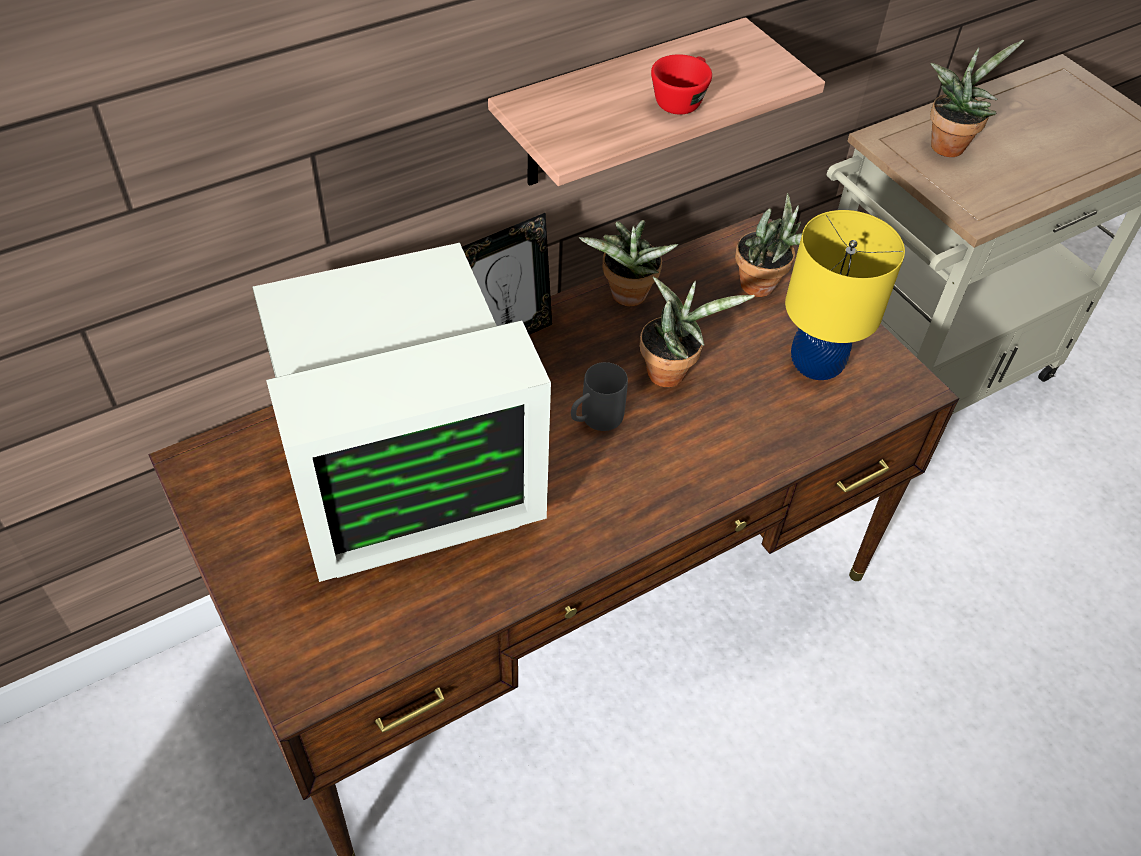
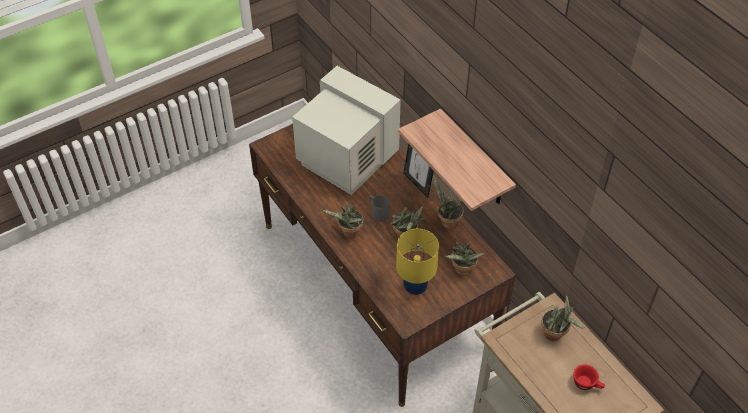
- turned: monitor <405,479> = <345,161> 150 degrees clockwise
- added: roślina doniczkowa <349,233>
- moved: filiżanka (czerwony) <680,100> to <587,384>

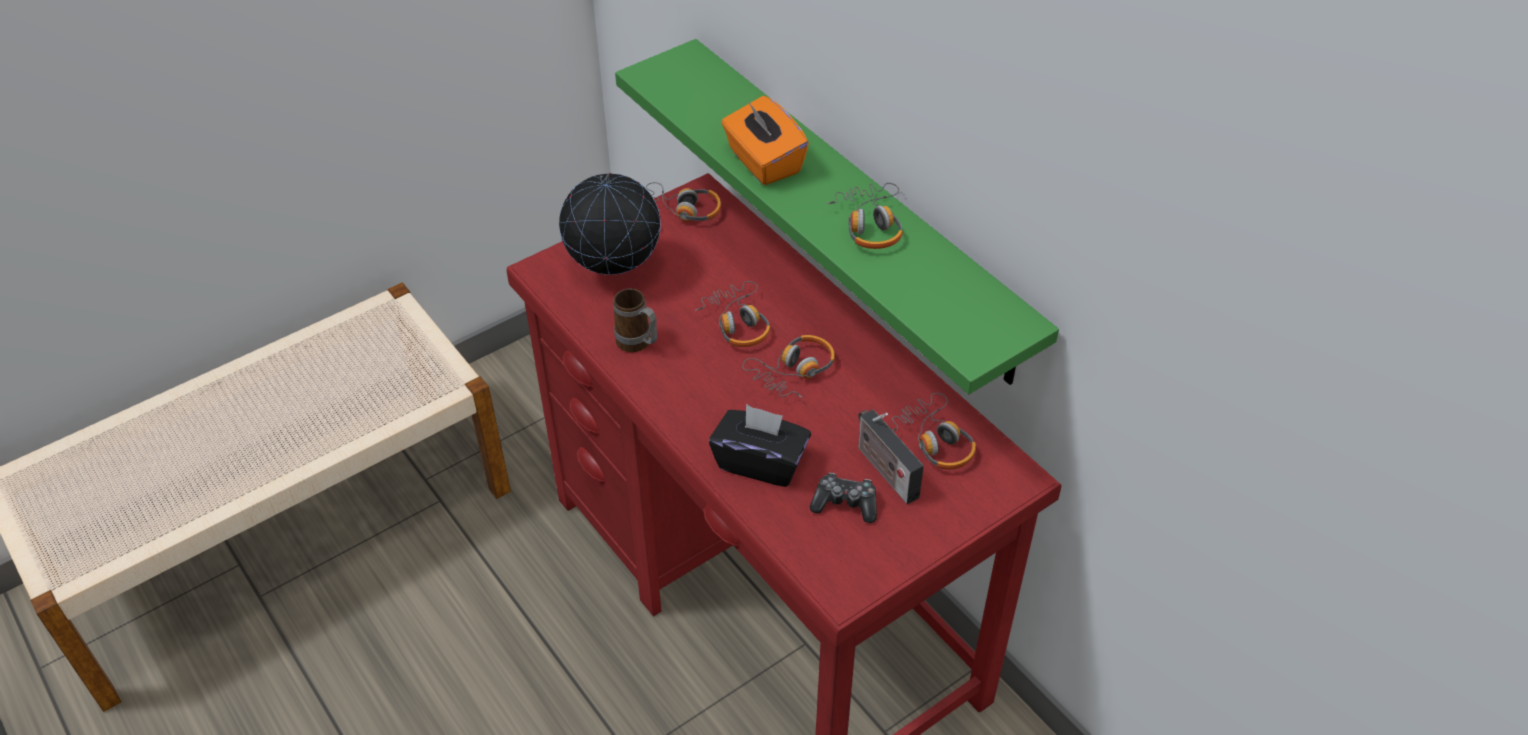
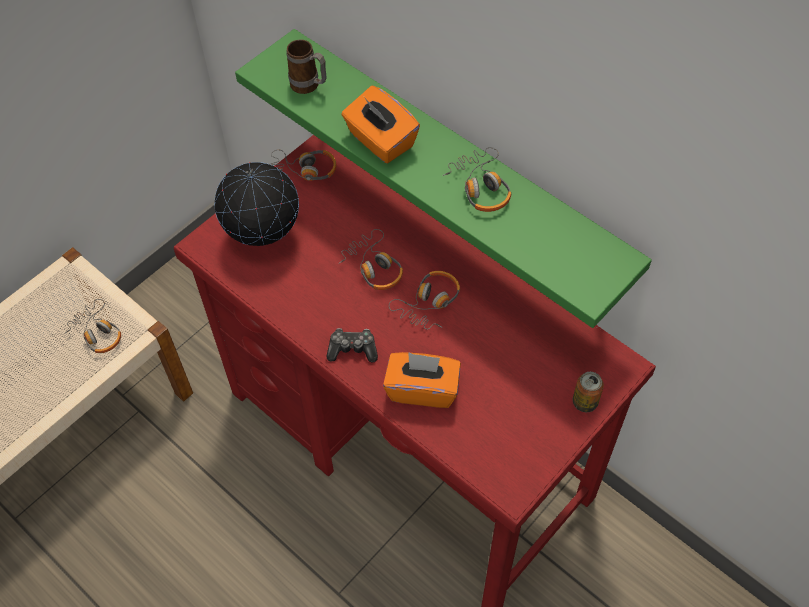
- moved: słuchawki <935,441> to <98,332>
- moved: kubek <638,344> to <309,87>
- moved: pad do gier <845,504> to <352,349>
- recoloured: pudełko chusteczek (czarny) <760,462> to pudełko chusteczek (pomarańczowy) <422,389>
- added: puszka <585,402>
- removed: radio <884,470>

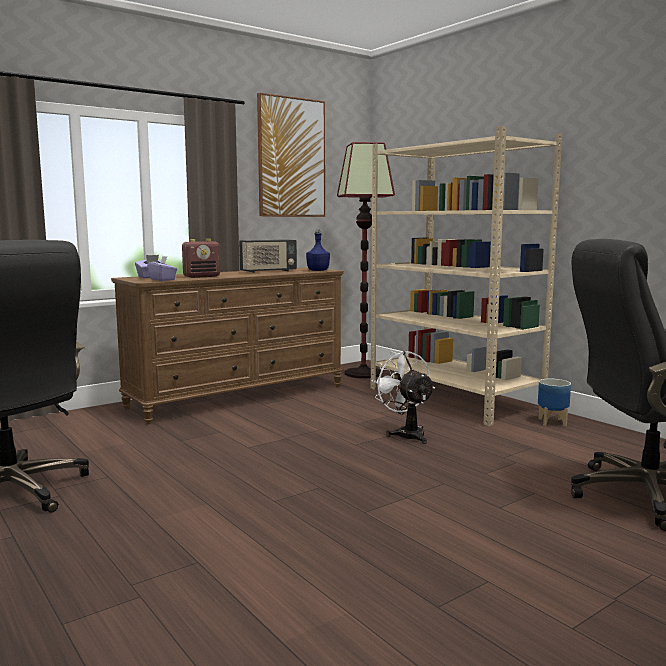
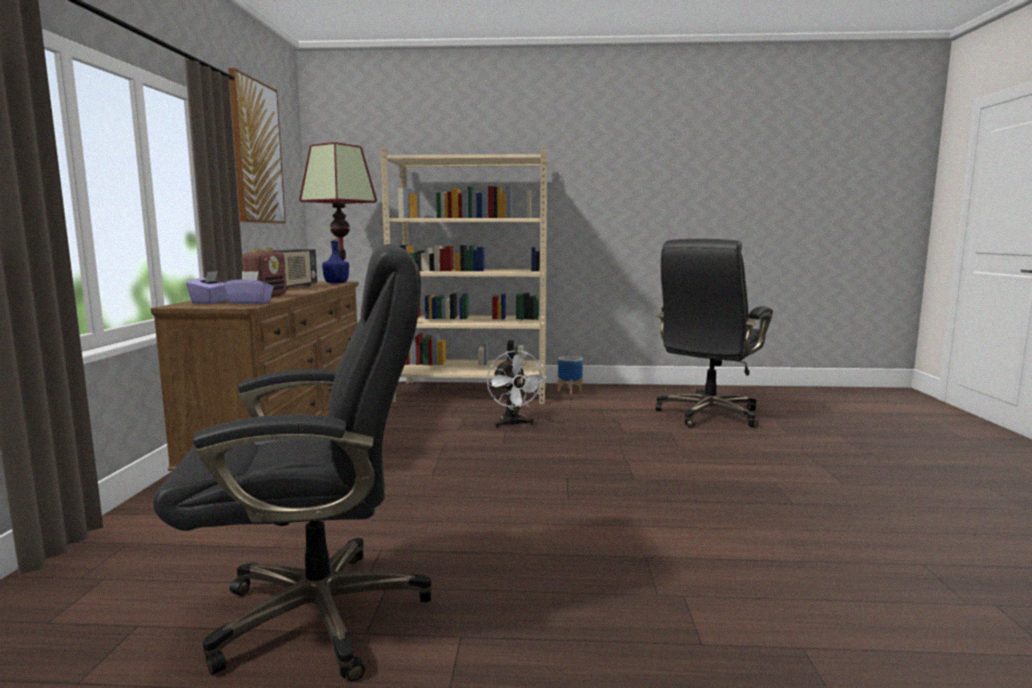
- turned: wentylator (biały) <406,434> = <513,424> 120 degrees counterclockwise

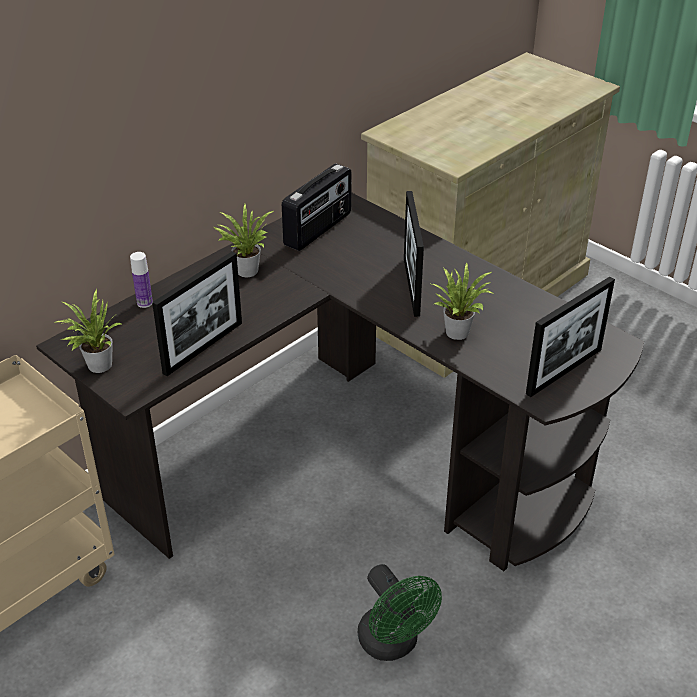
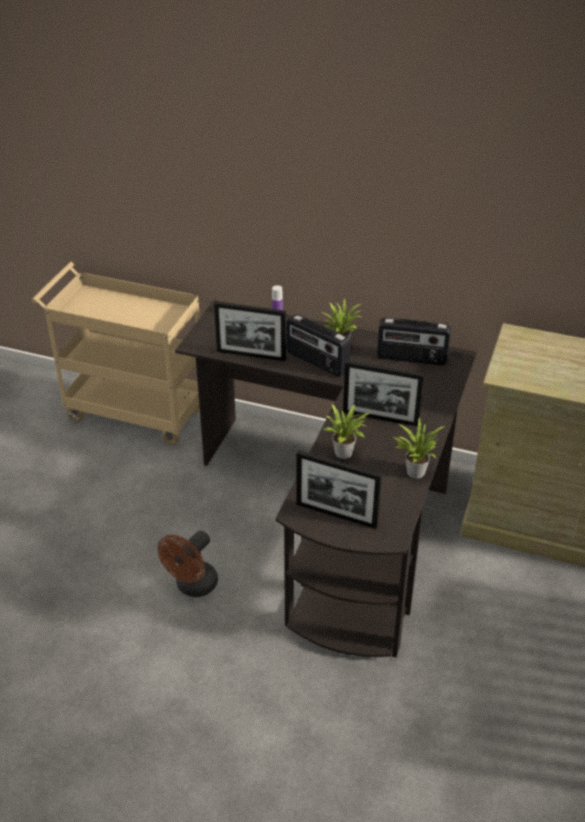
- recoloured: wentylator (zielony) <393,644> to wentylator (brązowy) <192,587>
- added: radio <316,362>
- turned: ramka na zdjęcie <411,286> = <380,418> 135 degrees counterclockwise
- moved: roślina doniczkowa <96,365> to <414,471>

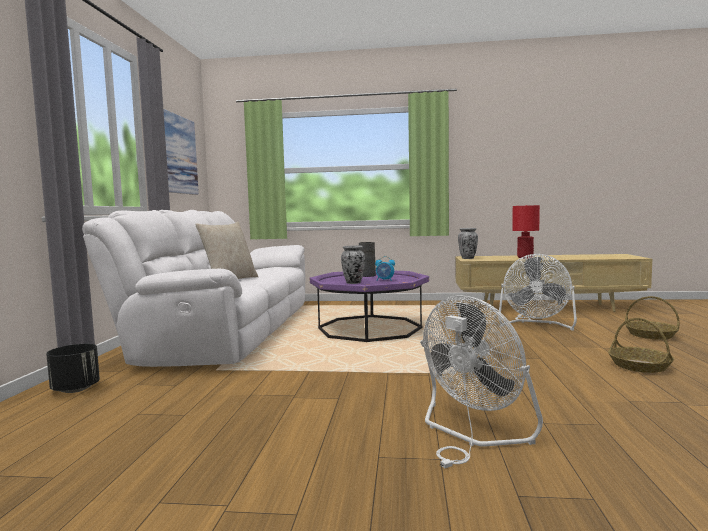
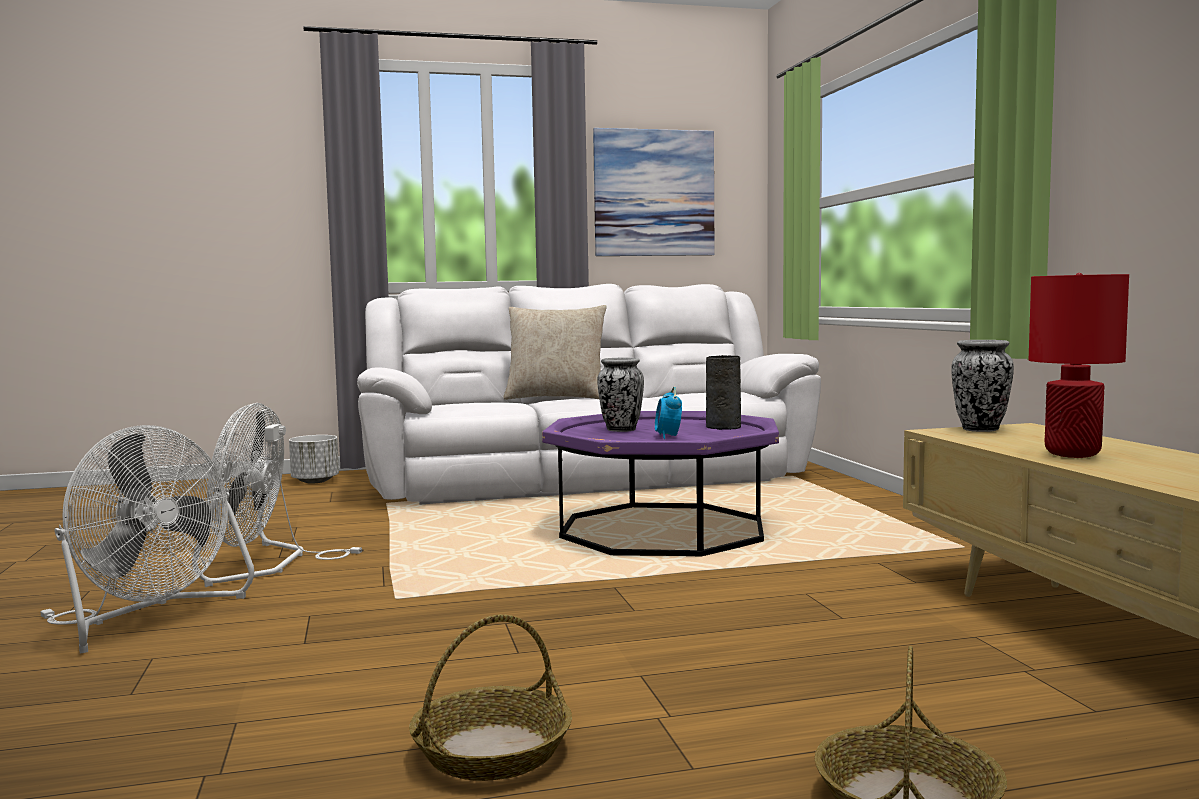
- moved: wentylator (biały) <533,324> to <270,562>
- recoloured: donica (czarny) <75,389> to donica (biały) <315,481>

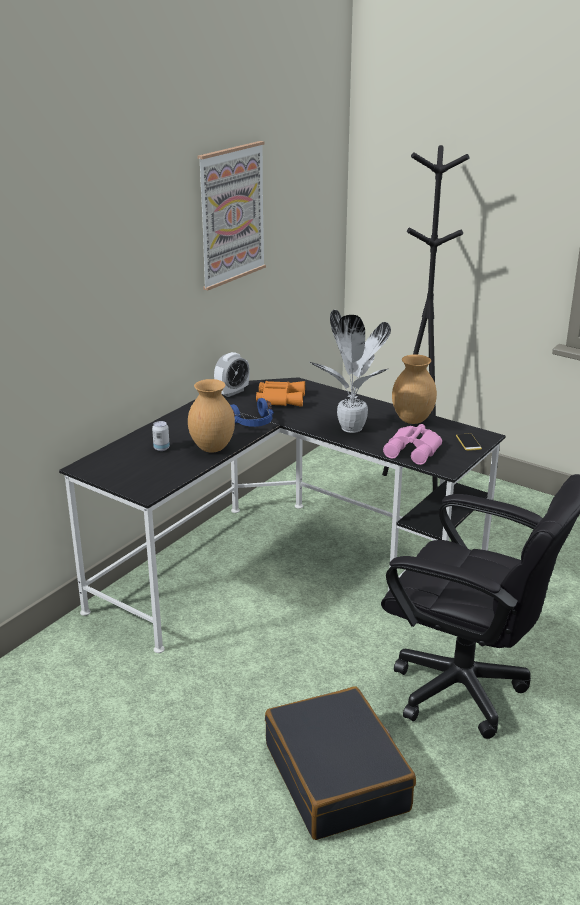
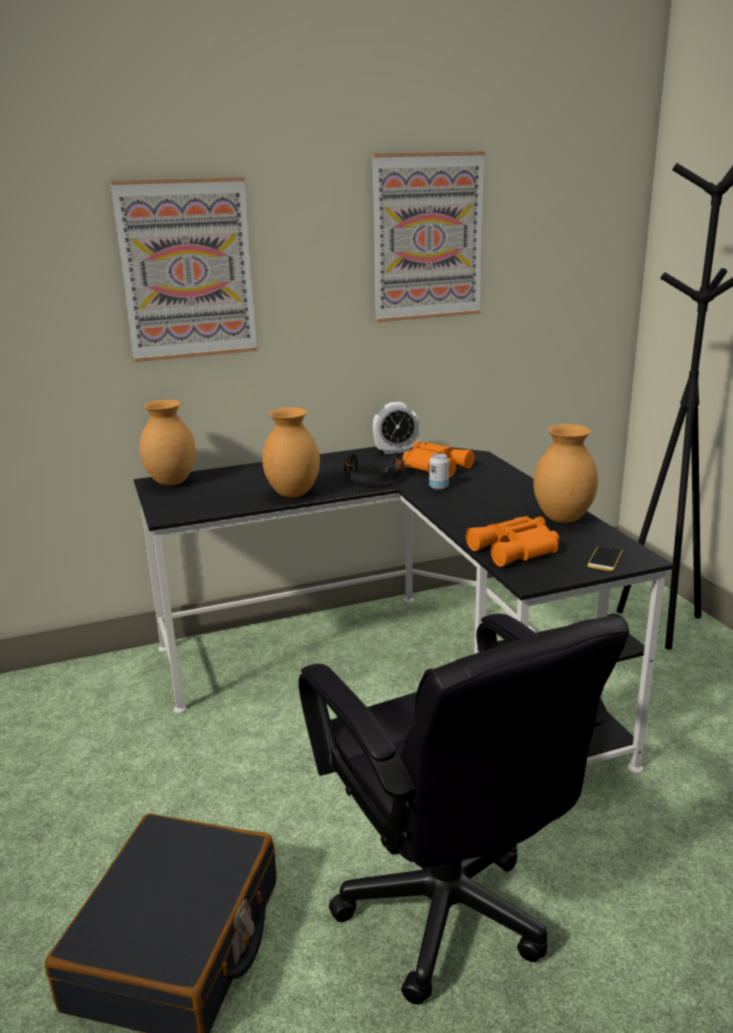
- added: obraz <187,270>
- added: wazon (brązowy) <171,482>
- recoloured: słuchawki (niebieski) <253,423> to słuchawki (czarny) <372,481>
- moved: puszka <161,448> to <438,487>
- recoloured: lornetka (różowy) <414,450> to lornetka (pomarańczowy) <516,550>
- removed: roślina doniczkowa <351,429>

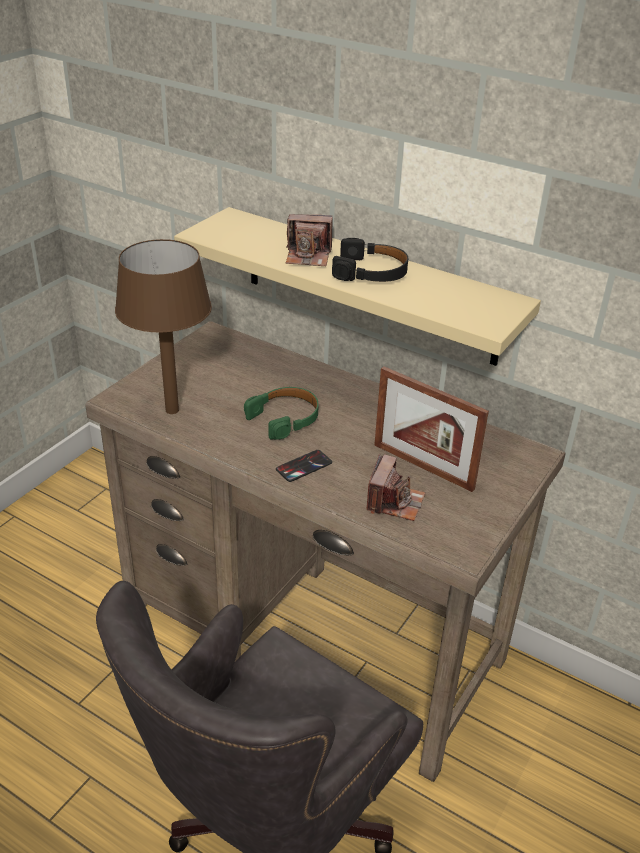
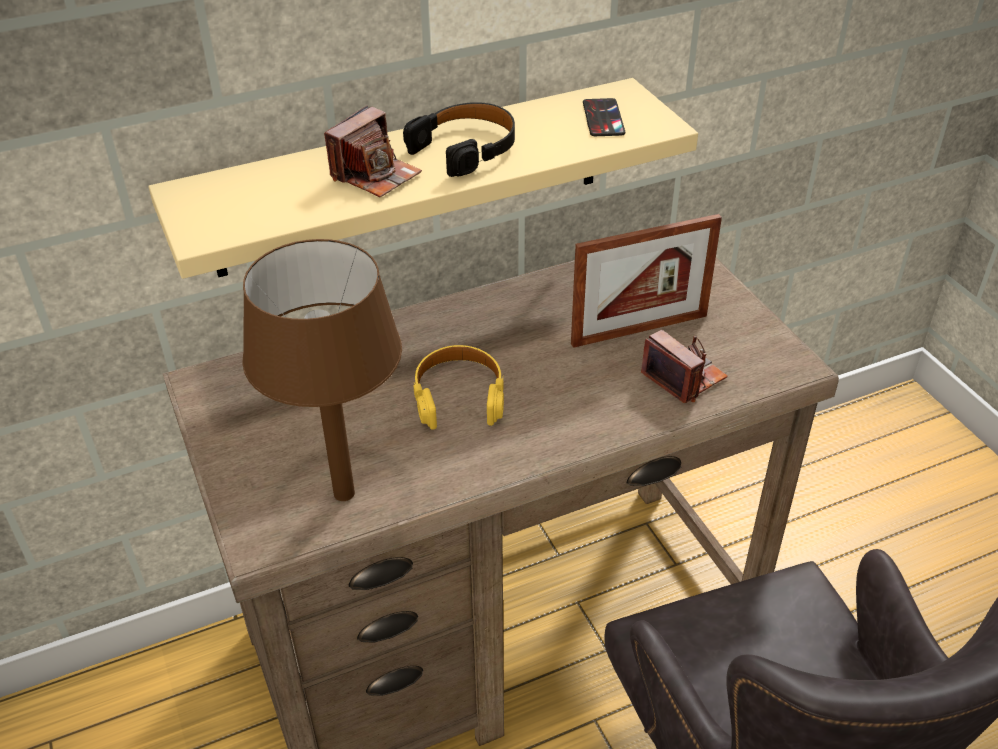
- recoloured: słuchawki (zielony) <285,418> to słuchawki (żółty) <459,395>
- moved: telefon <304,466> to <603,118>

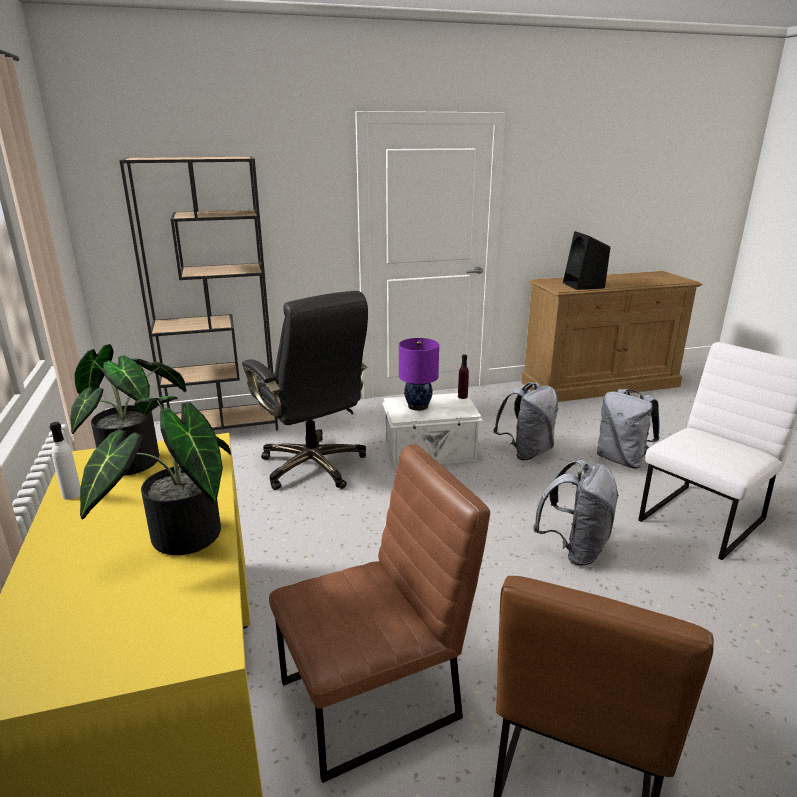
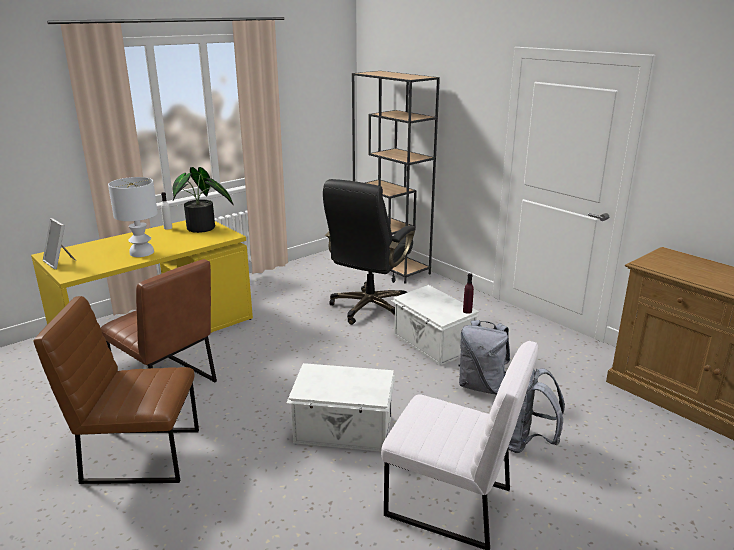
- added: ramka na zdjęcie <60,262>
- replaced: roślina doniczkowa <177,537> to lampa stołowa (biały) <141,252>
- replaced: plecak (szary) <574,549> to pojemnik do przechowywania (biały) <344,431>
- removed: lampa stołowa (fioletowy) <418,406>
- removed: głośnik (czarny) <584,285>

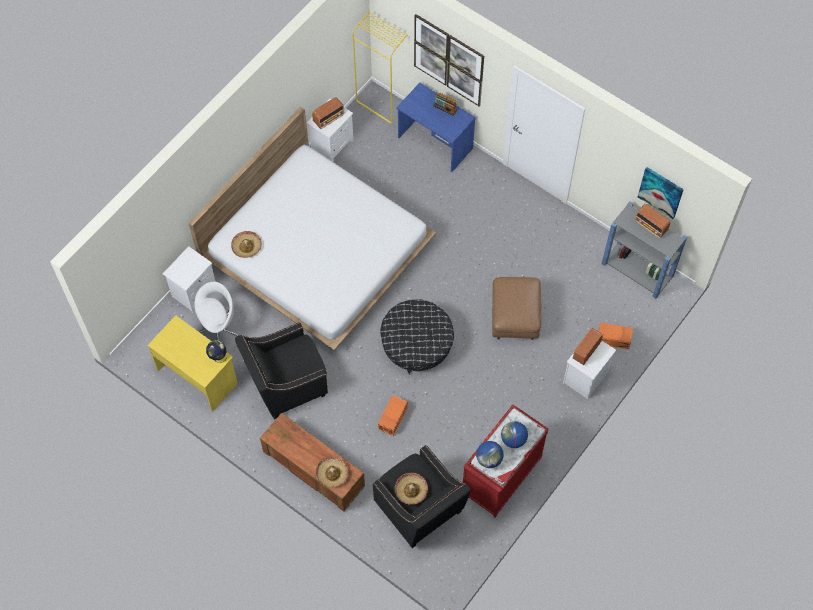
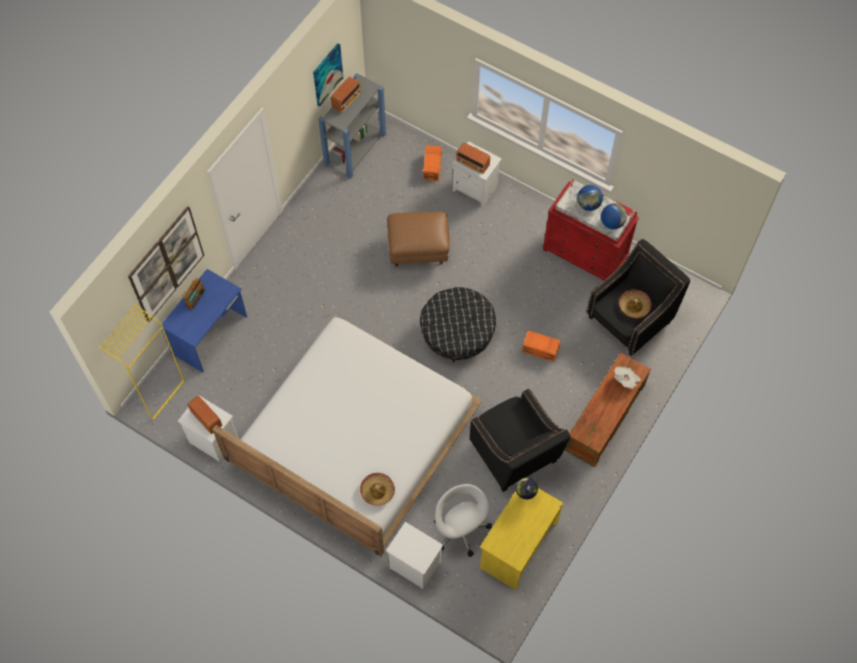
- replaced: kapelusz <332,473> to gazeta <626,380>

